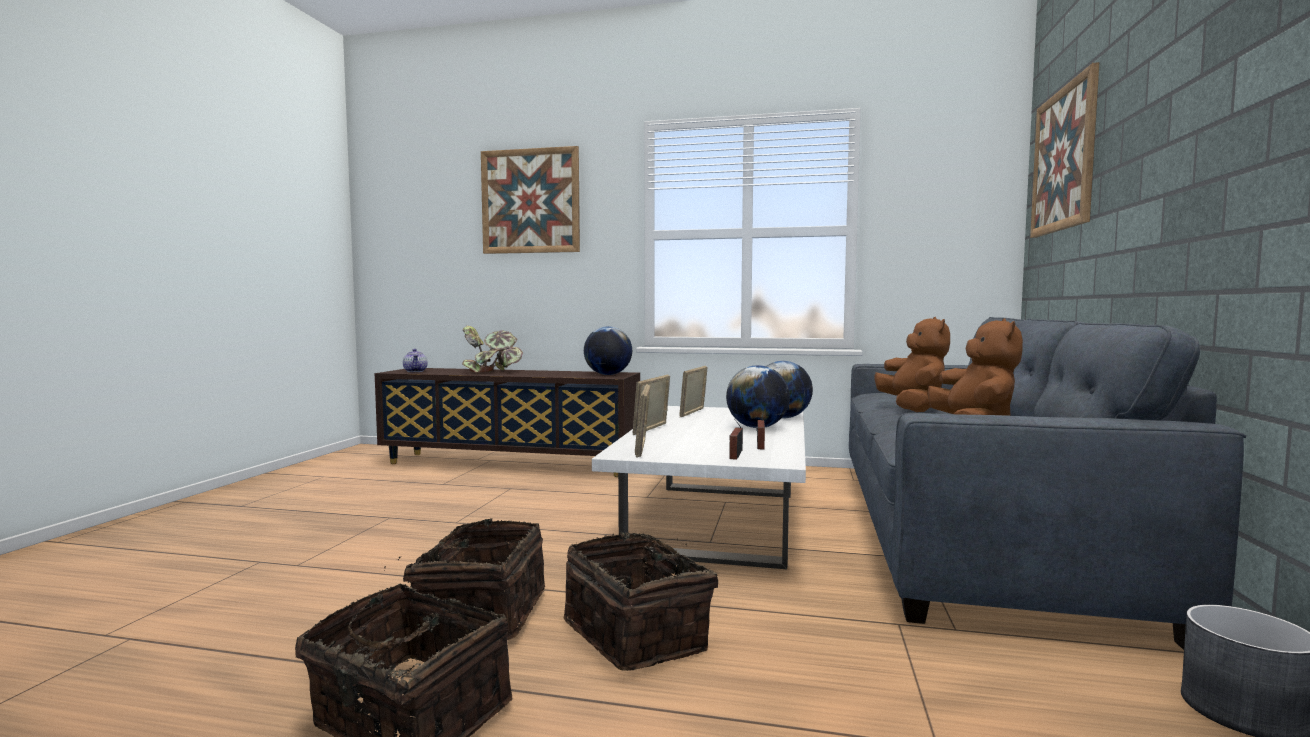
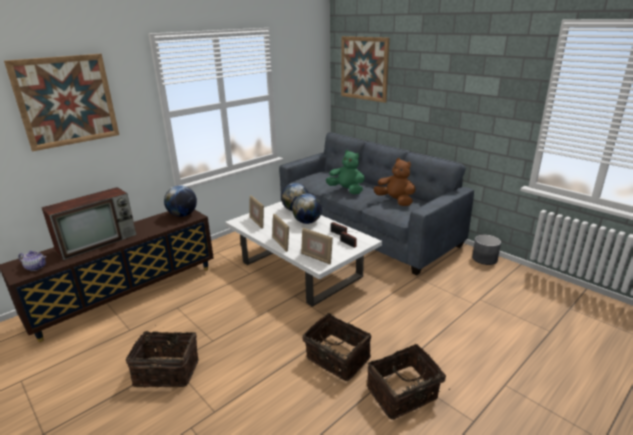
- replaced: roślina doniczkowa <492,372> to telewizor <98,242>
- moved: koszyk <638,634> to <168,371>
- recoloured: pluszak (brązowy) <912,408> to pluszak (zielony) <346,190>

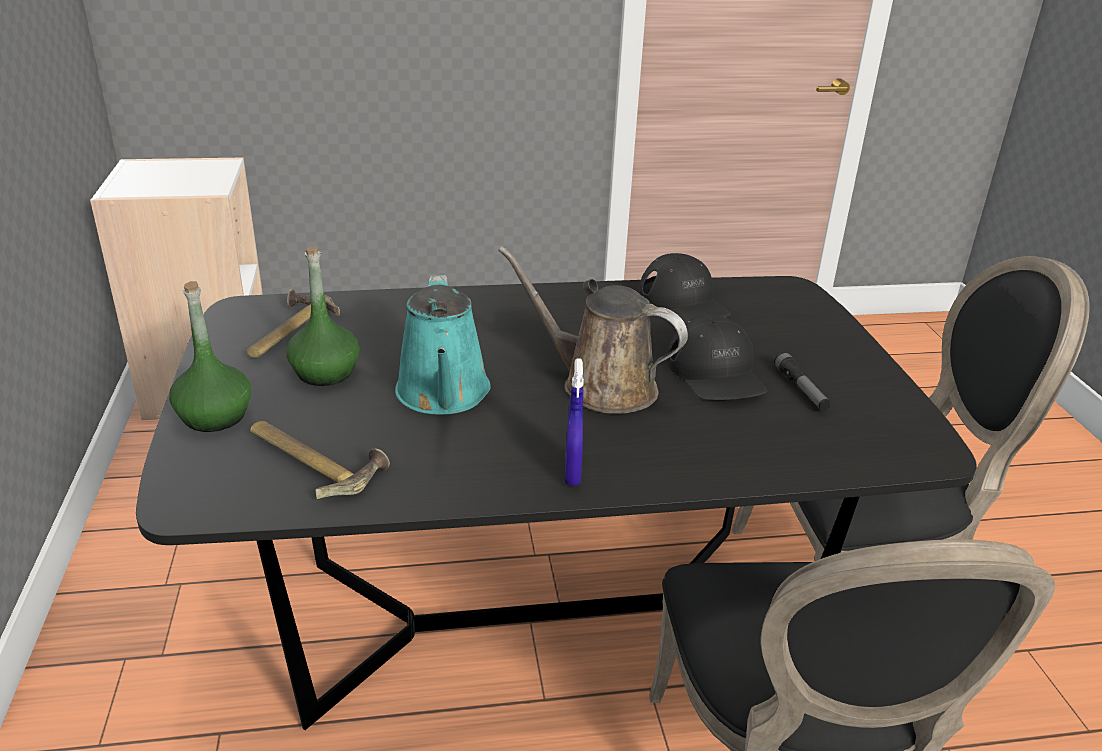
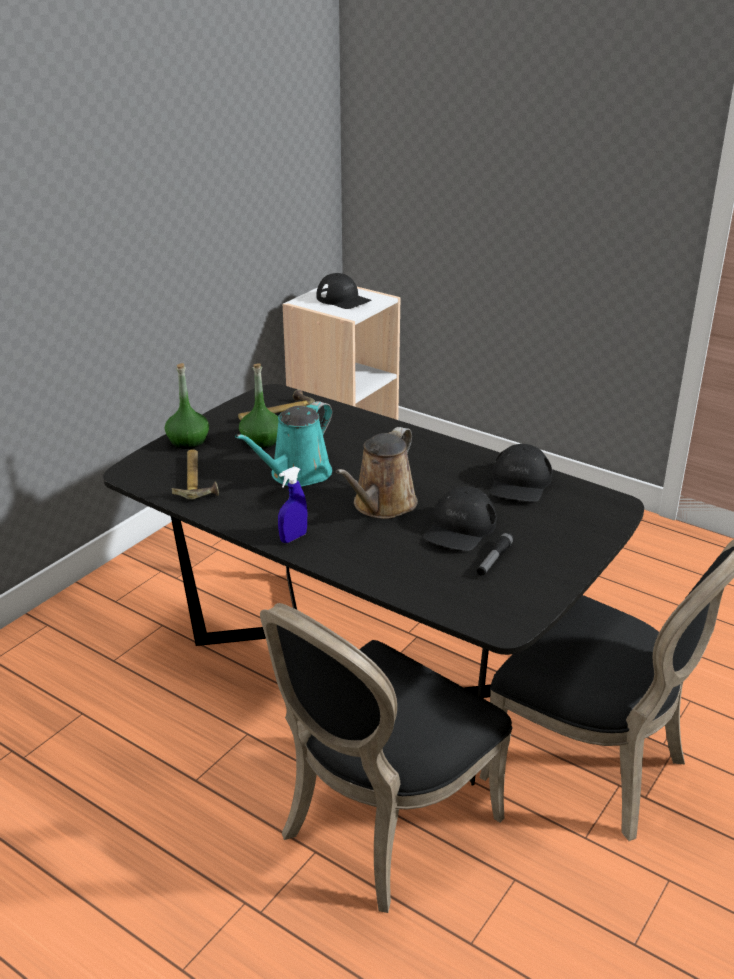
- added: czapka z daszkiem (czarny) <343,299>
- turned: konewka (brązowy) <600,385> = <381,505> 135 degrees counterclockwise

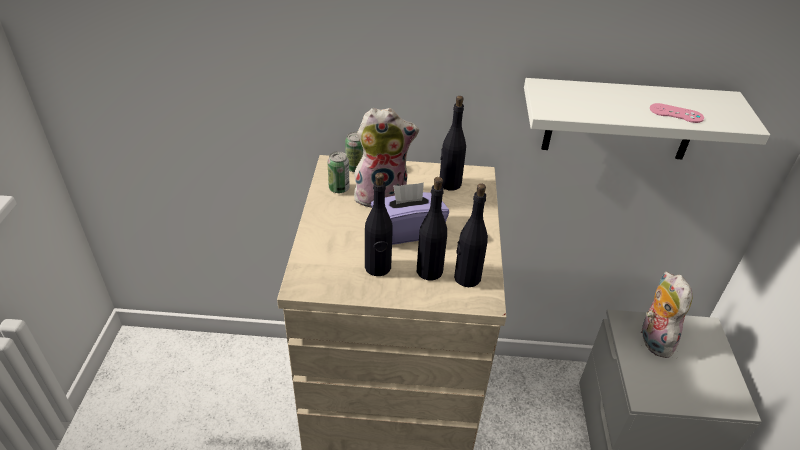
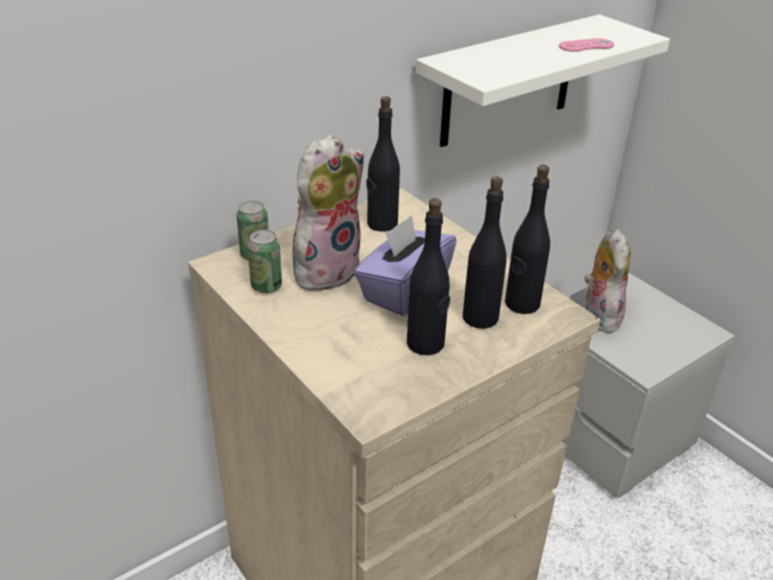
- turned: pluszak <652,339> = <598,316> 45 degrees clockwise

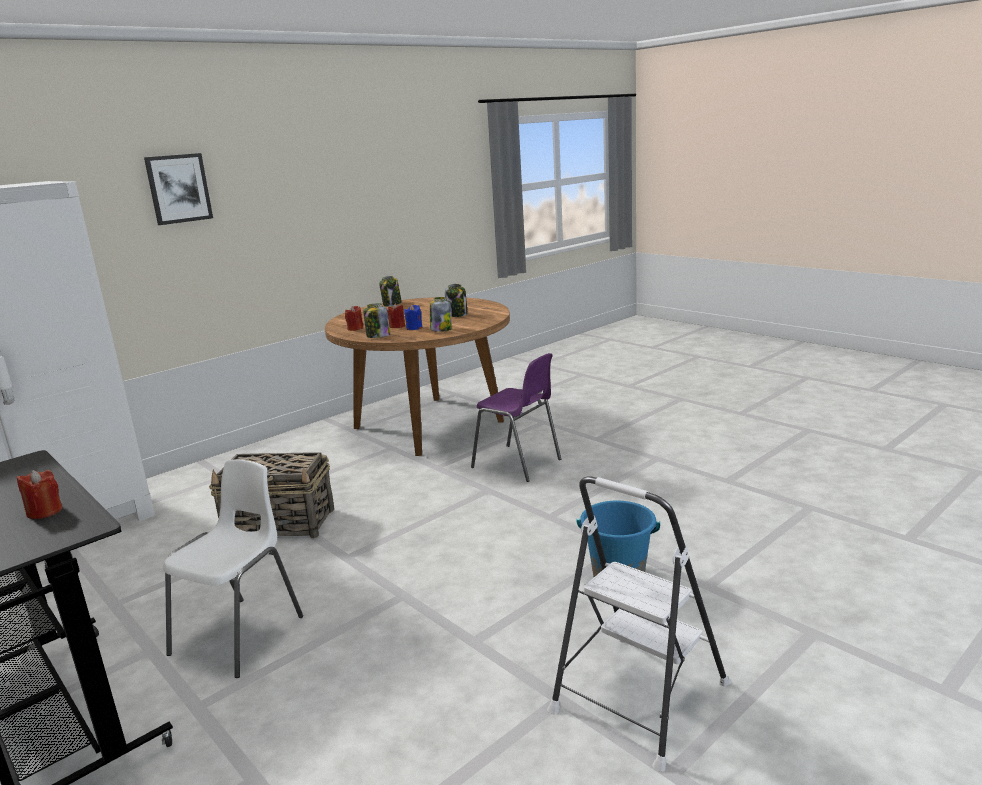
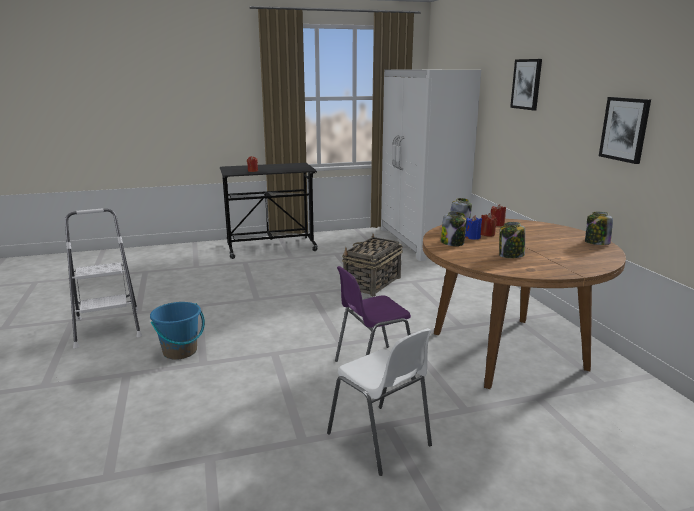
- moved: krzesło (biały) <241,634> to <380,441>
- added: obraz <625,129>

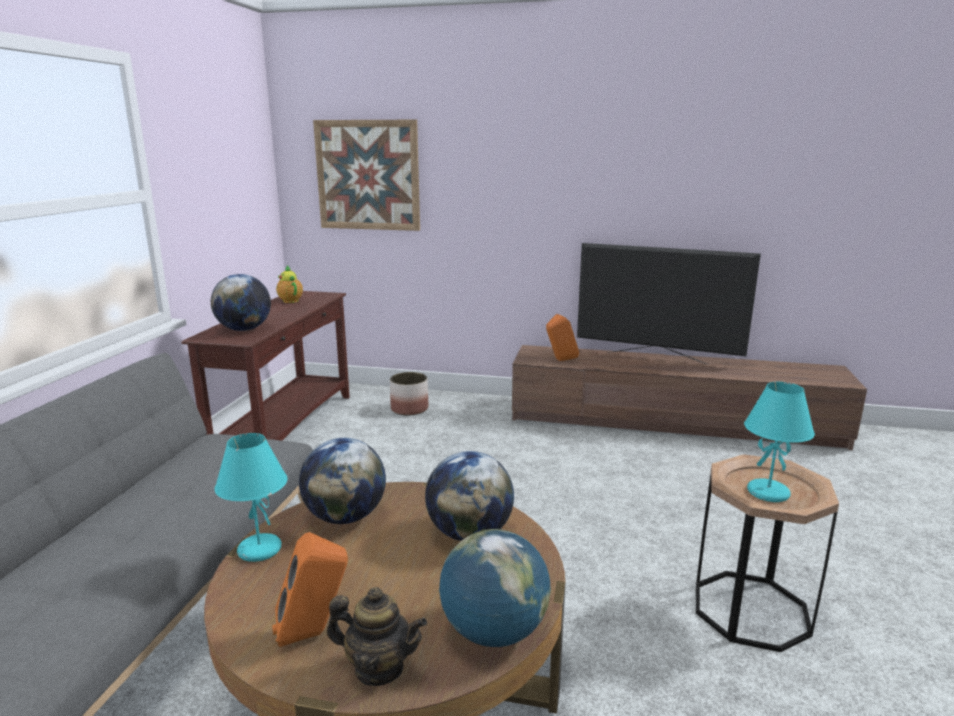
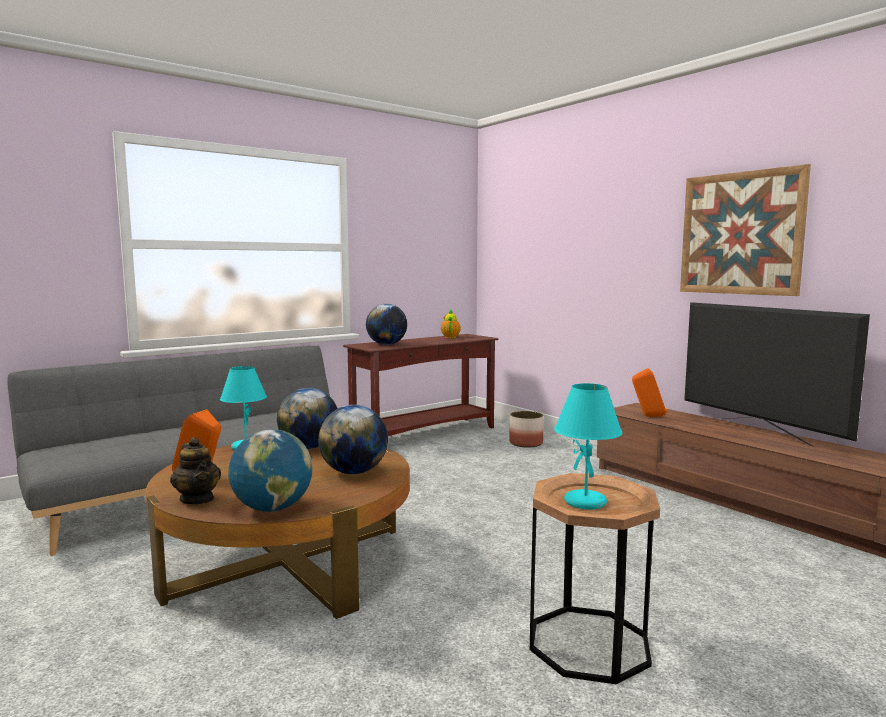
- moved: obraz <368,175> to <740,233>

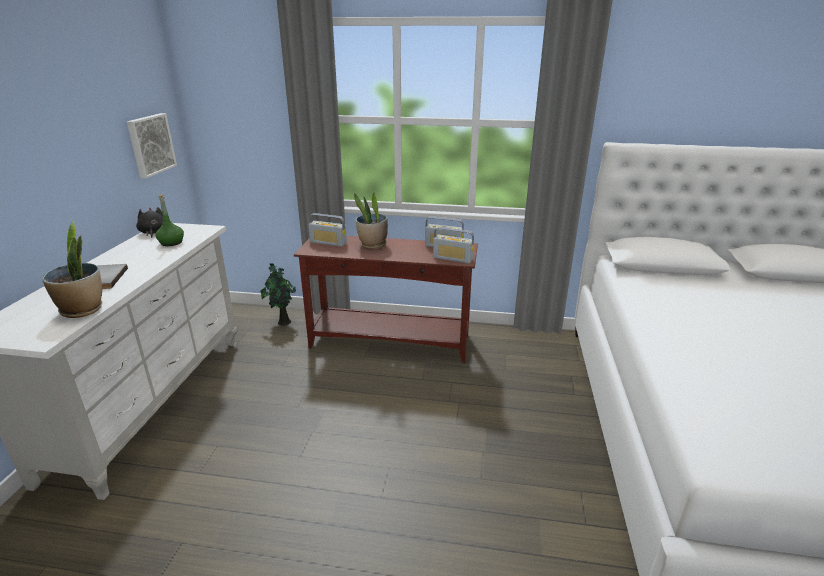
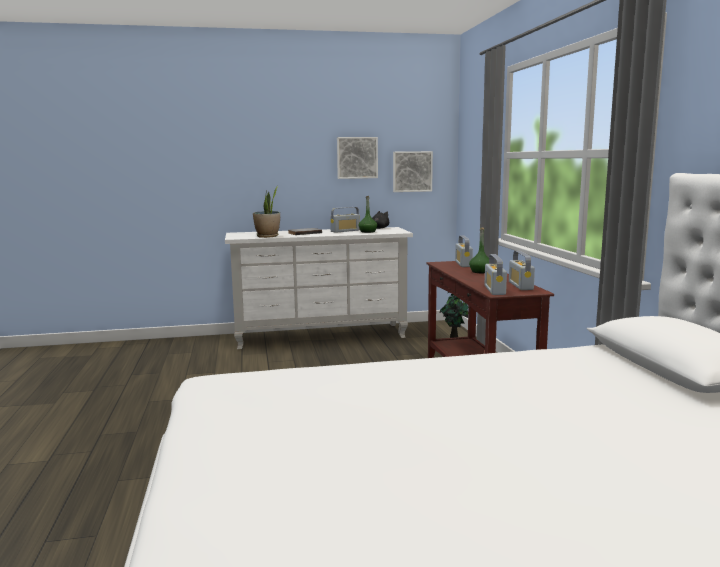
- added: radio <345,231>
- added: obraz <357,157>
- replaced: roślina doniczkowa <372,245> to butelka (zielony) <480,272>

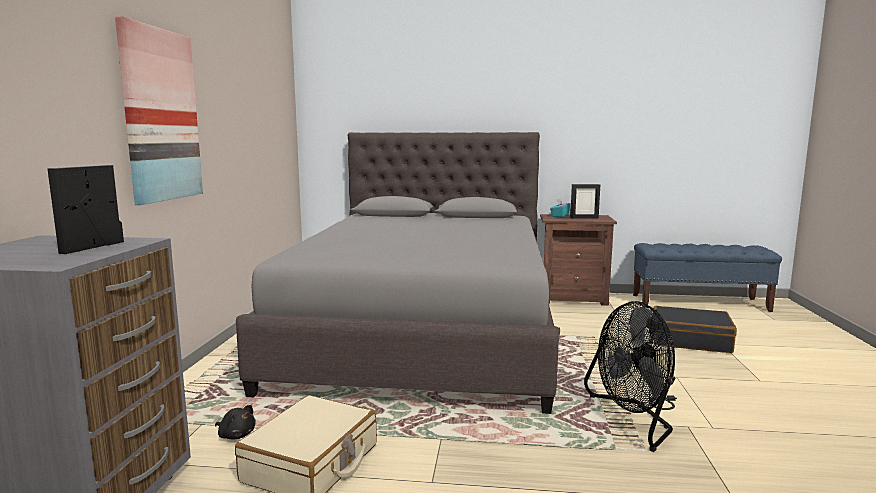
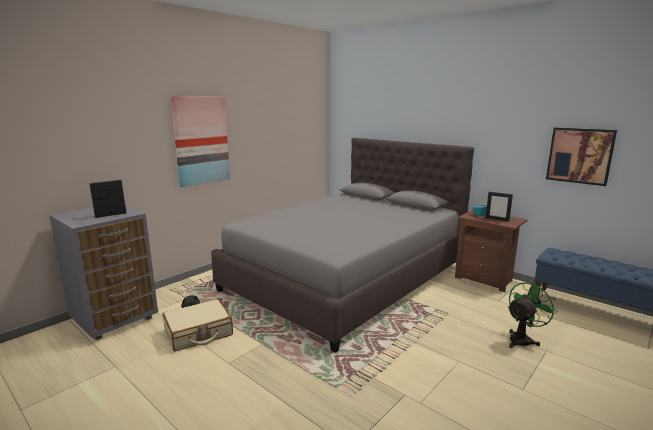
- replaced: walizka (czarny) <690,340> to wentylator (zielony) <523,339>
- added: obraz <579,155>
- removed: wentylator (czarny) <636,417>

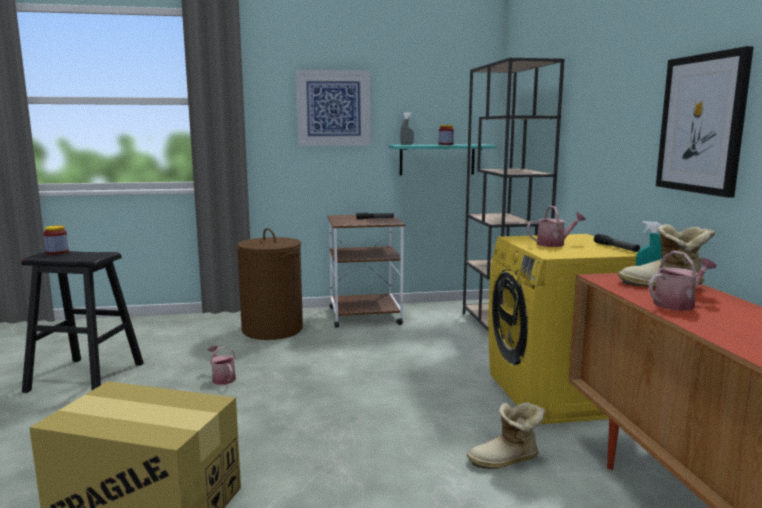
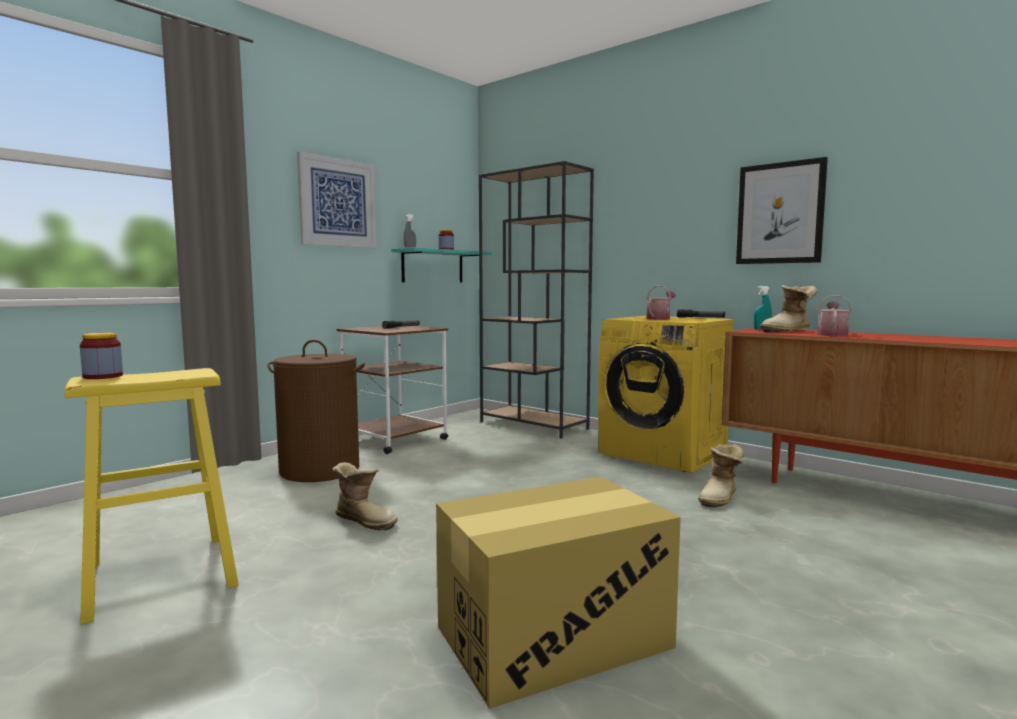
- recoloured: stołek (czarny) <86,377> to stołek (żółty) <160,575>
- replaced: konewka <222,378> to but z cholewką <365,520>

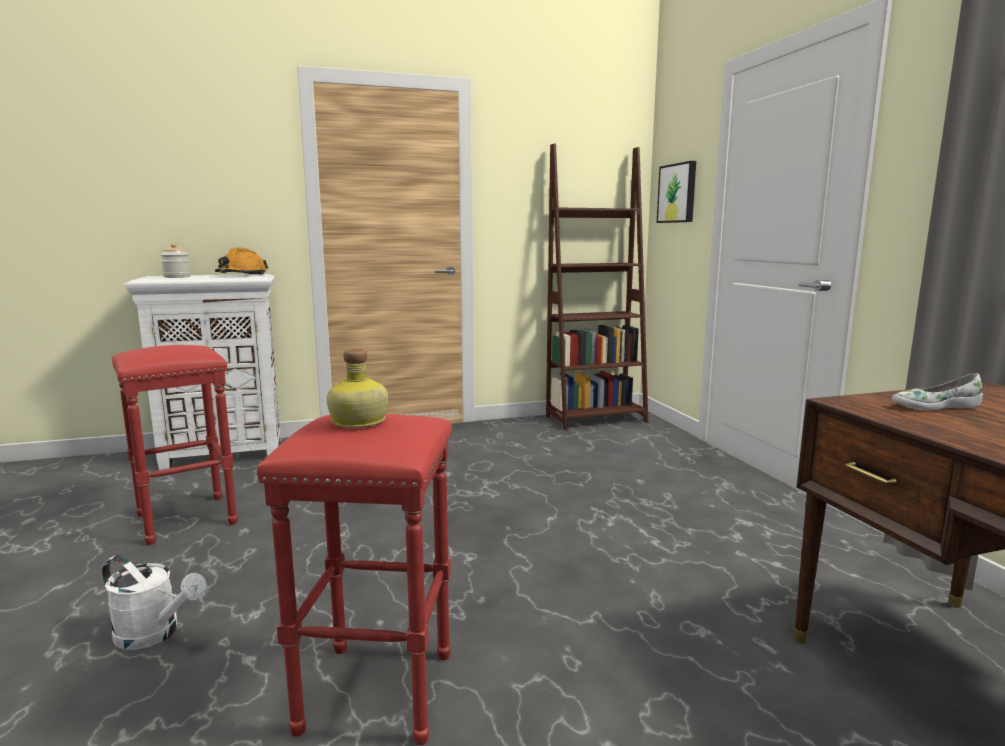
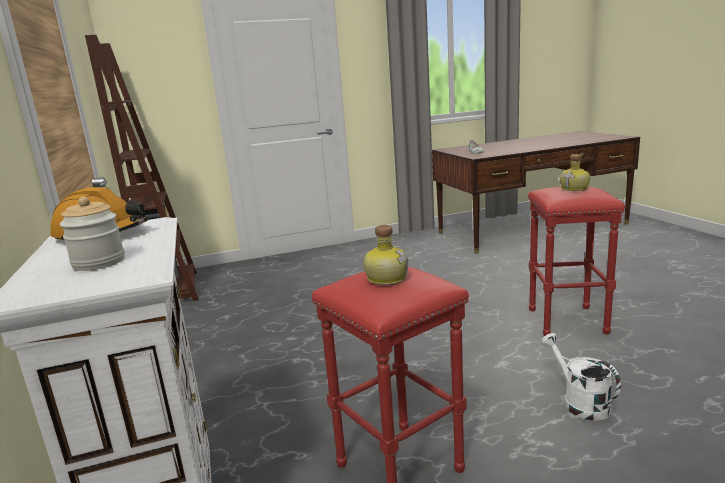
- added: butelka <386,278>
- turned: konewka (biały) <155,634> = <579,402> 45 degrees counterclockwise
- removed: obraz <678,193>

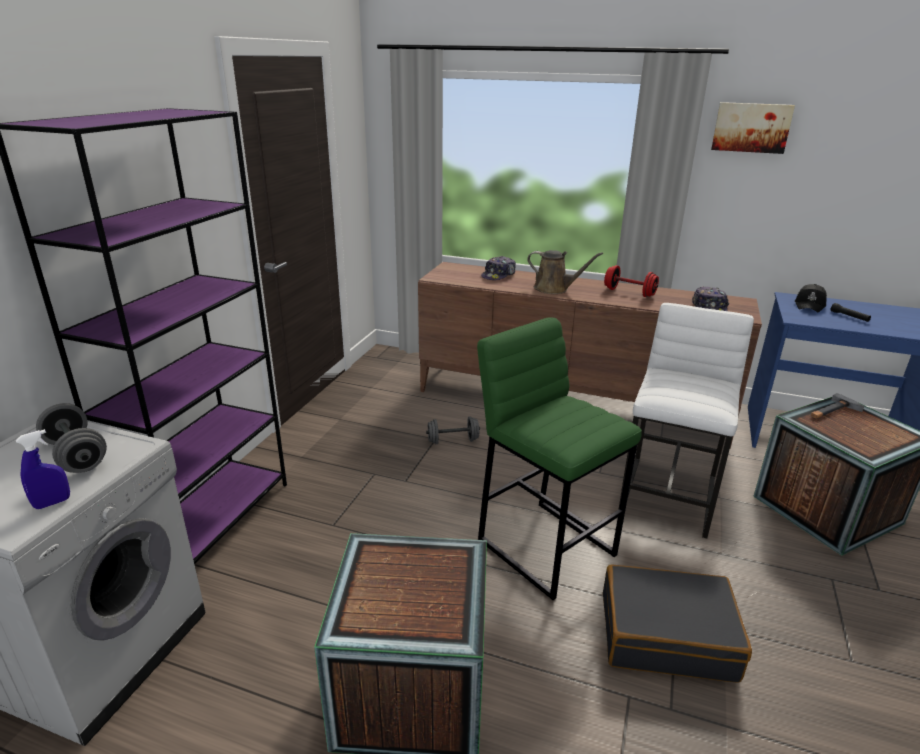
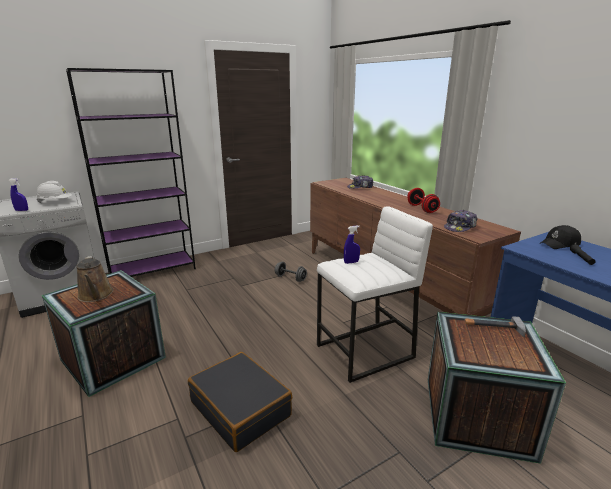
- replaced: hantel (szary) <76,455> to kask (biały) <55,202>
- moved: konewka (brązowy) <554,289> to <96,295>
- added: spryskiwacz (niebieski) <351,262>
- removed: stołek (zielony) <543,545>
- removed: obraz <751,127>

